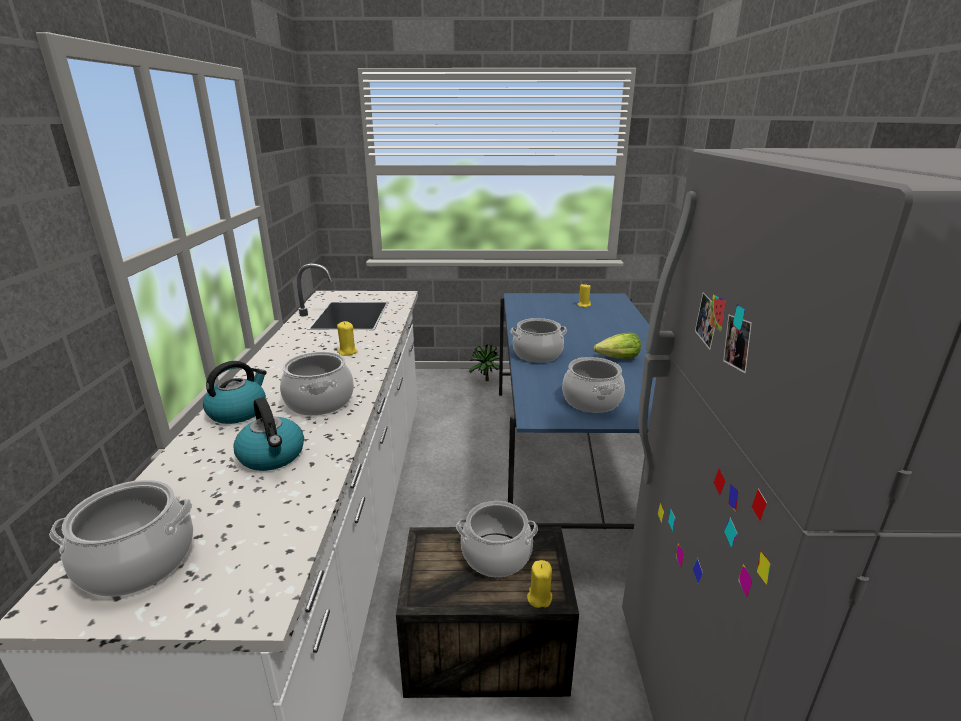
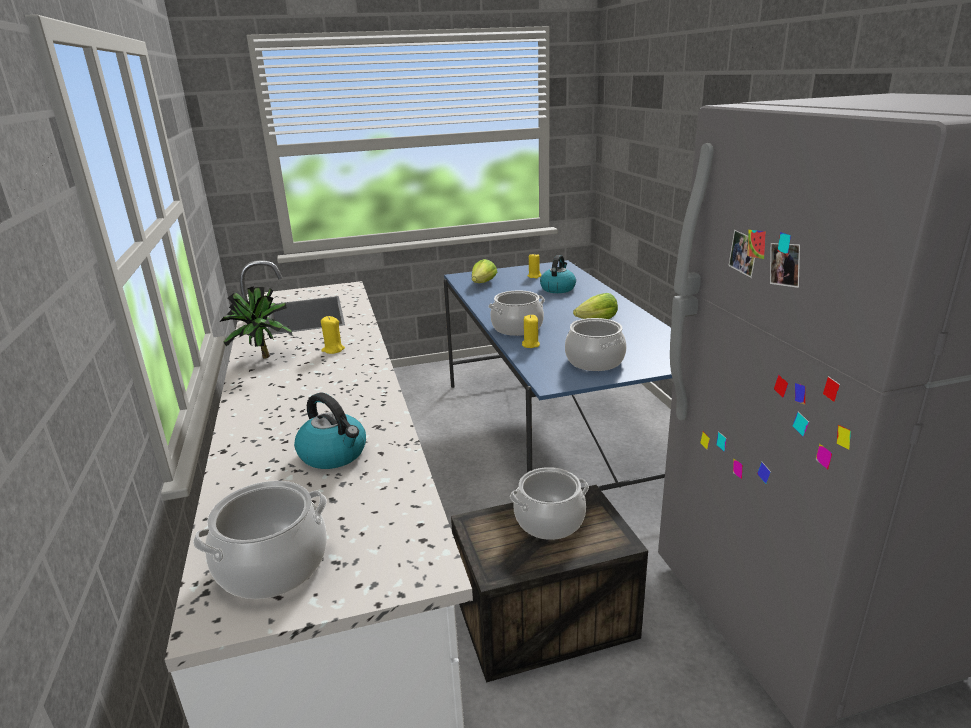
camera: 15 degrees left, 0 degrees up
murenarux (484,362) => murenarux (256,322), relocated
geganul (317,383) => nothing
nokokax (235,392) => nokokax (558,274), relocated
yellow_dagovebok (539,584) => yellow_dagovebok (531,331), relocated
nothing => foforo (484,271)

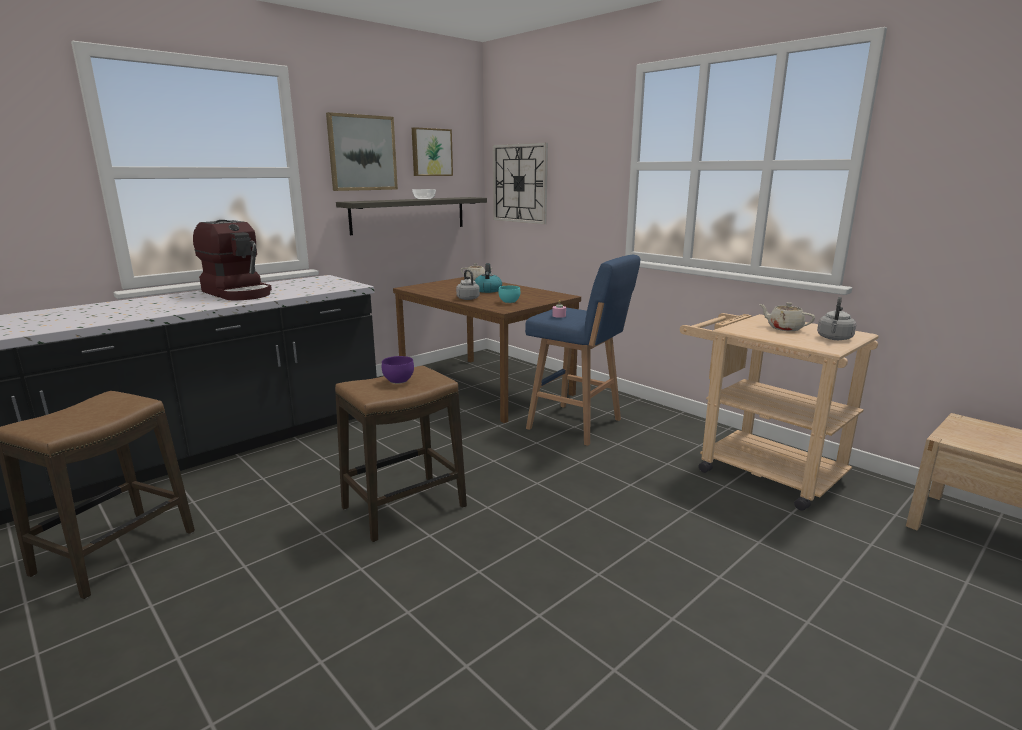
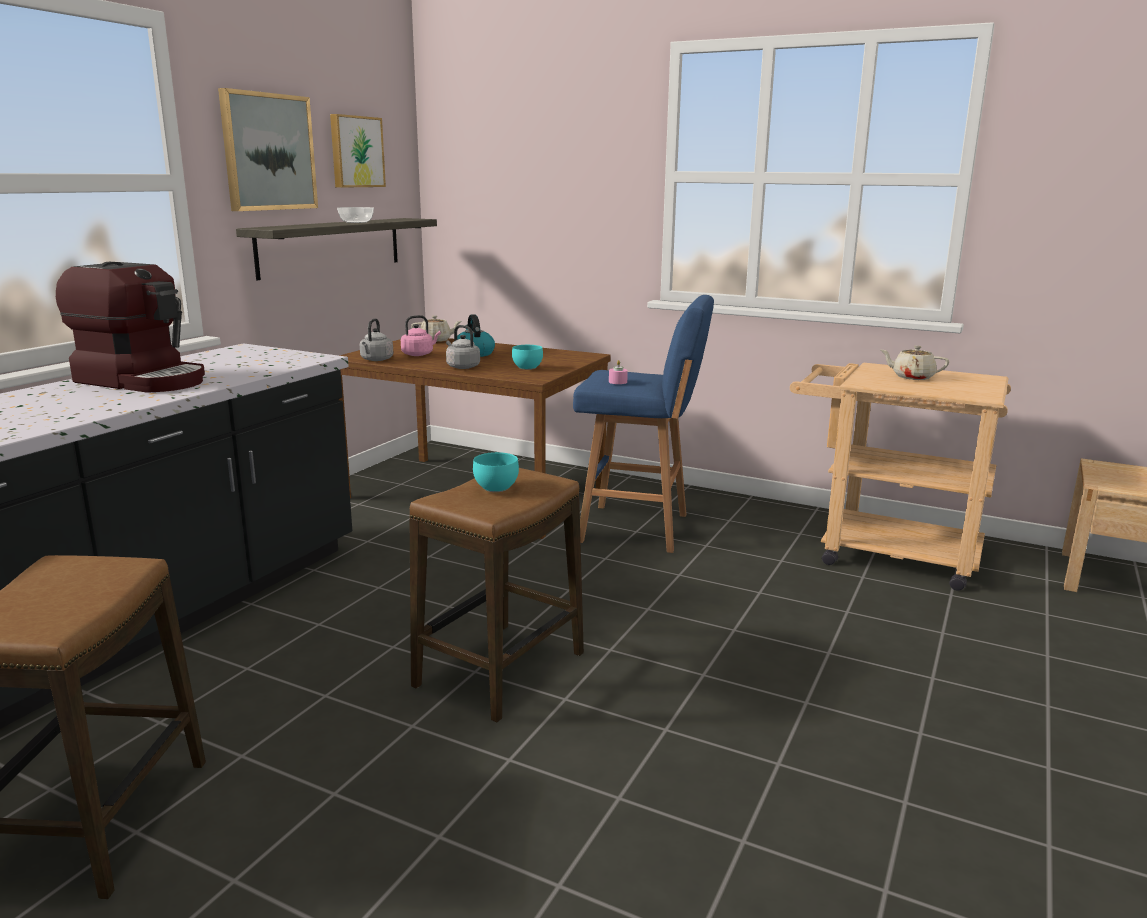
camera: 20 degrees left, 0 degrees up
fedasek (520,183) => nothing
grey_nokokax (836,318) => grey_nokokax (376,339), relocated
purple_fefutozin (398,370) => turquoise_fefutozin (496,472)
nothing => pink_nokokax (421,335)

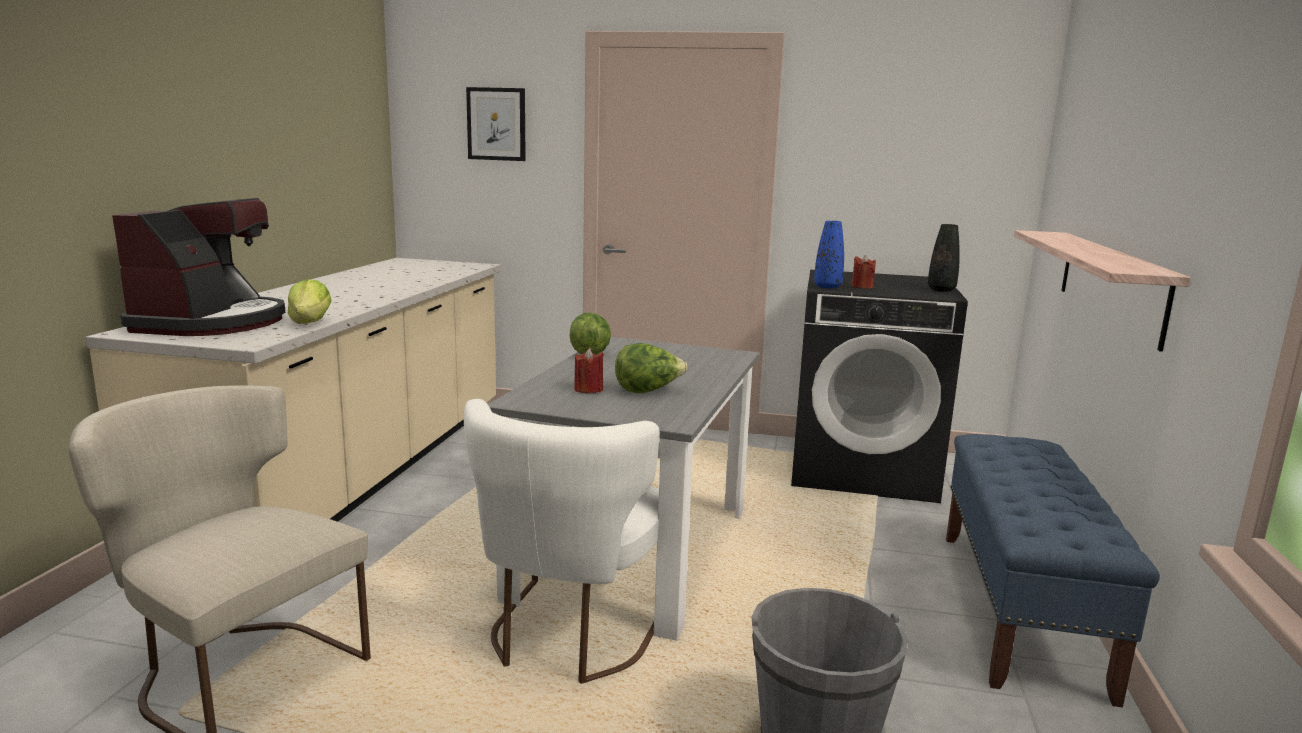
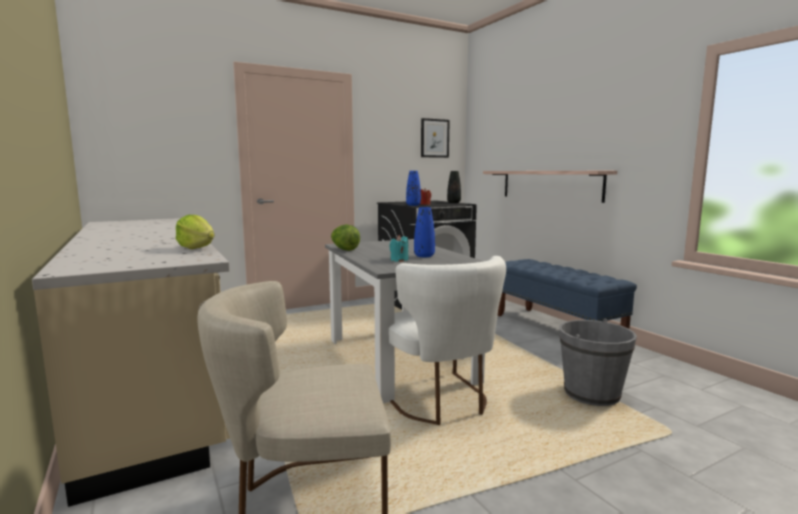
camera: 40 degrees left, 5 degrees down
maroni (496,124) => maroni (435,138), relocated
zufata (198,267) => nothing
foforo (651,368) => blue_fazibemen (424,232)
red_dagovebok (589,370) => turquoise_dagovebok (399,248)

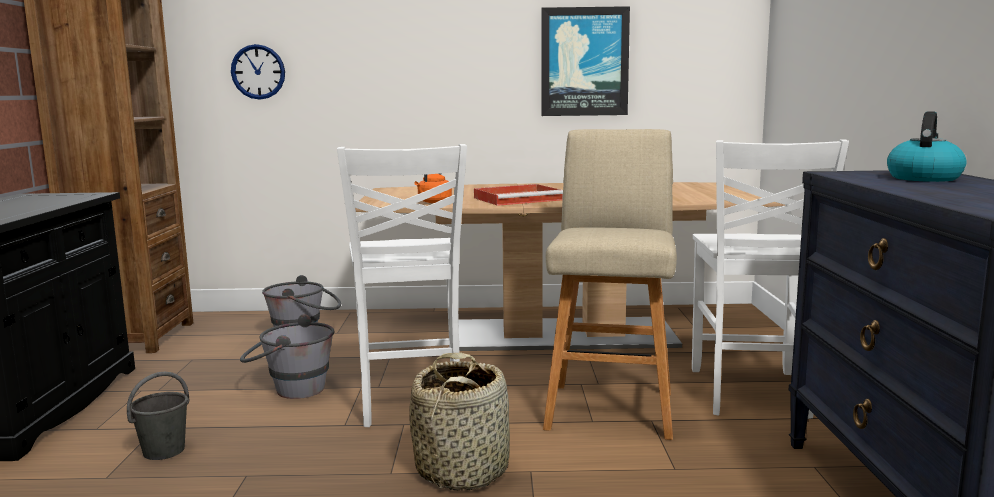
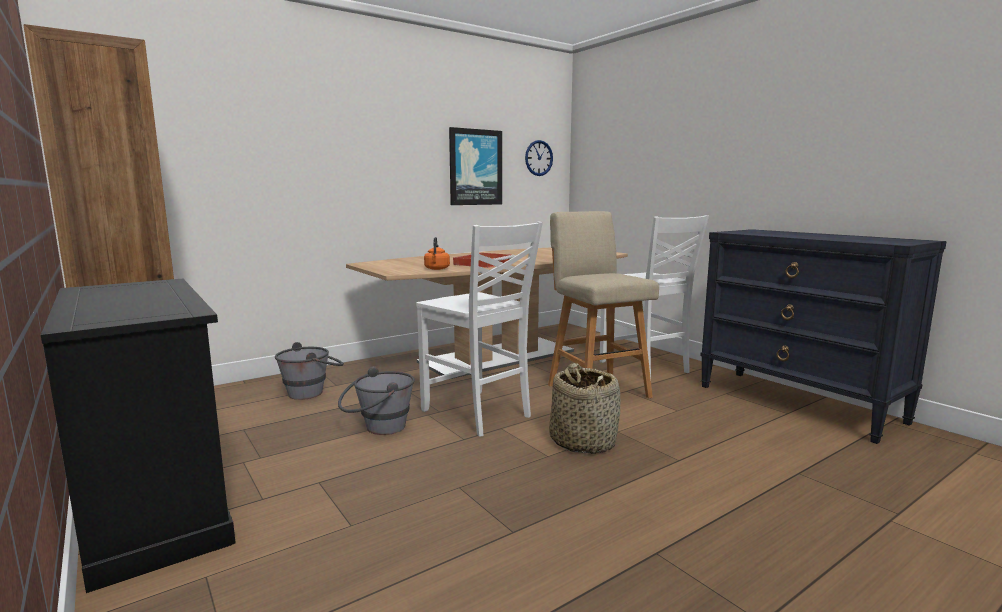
camera: 35 degrees left, 0 degrees up
fedasek (258,72) => fedasek (539,158), relocated
nokokax (926,147) => nothing
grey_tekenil (158,416) => nothing

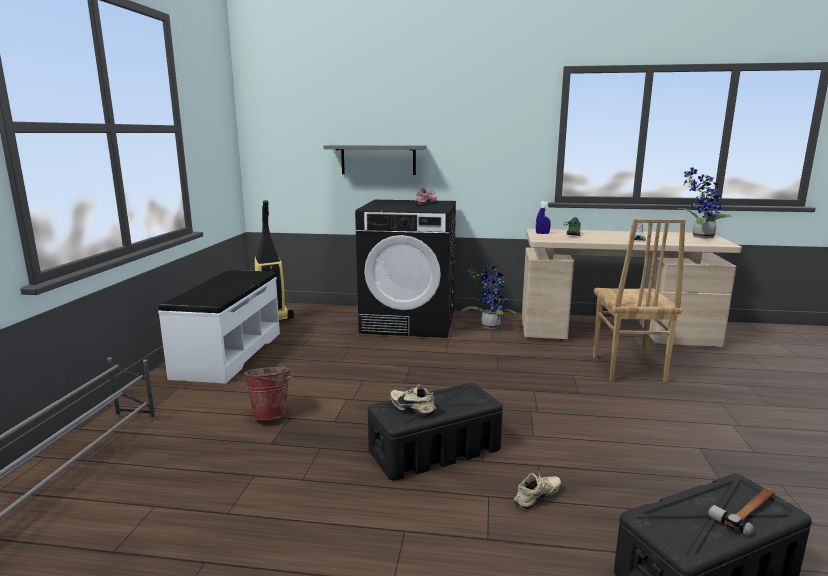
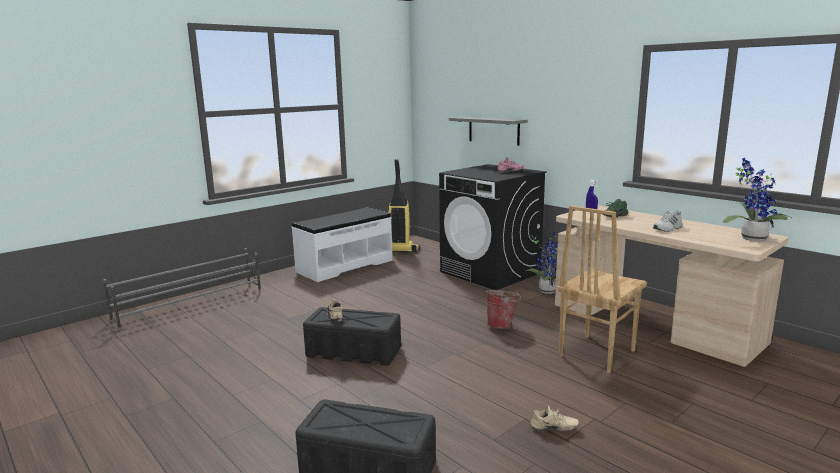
camera: 40 degrees right, 0 degrees up
tekenil (268,392) => tekenil (503,309), relocated
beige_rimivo (537,490) => beige_rimivo (554,418), relocated
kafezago (741,512) => nothing

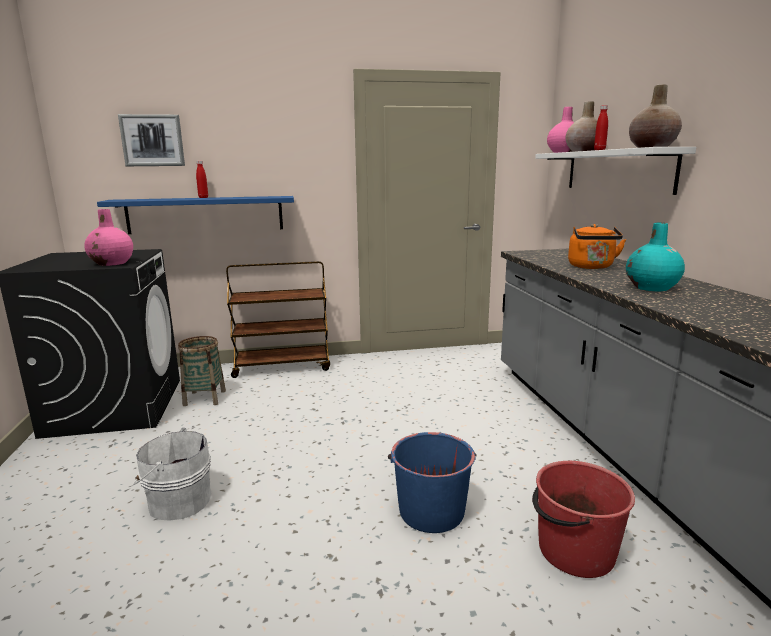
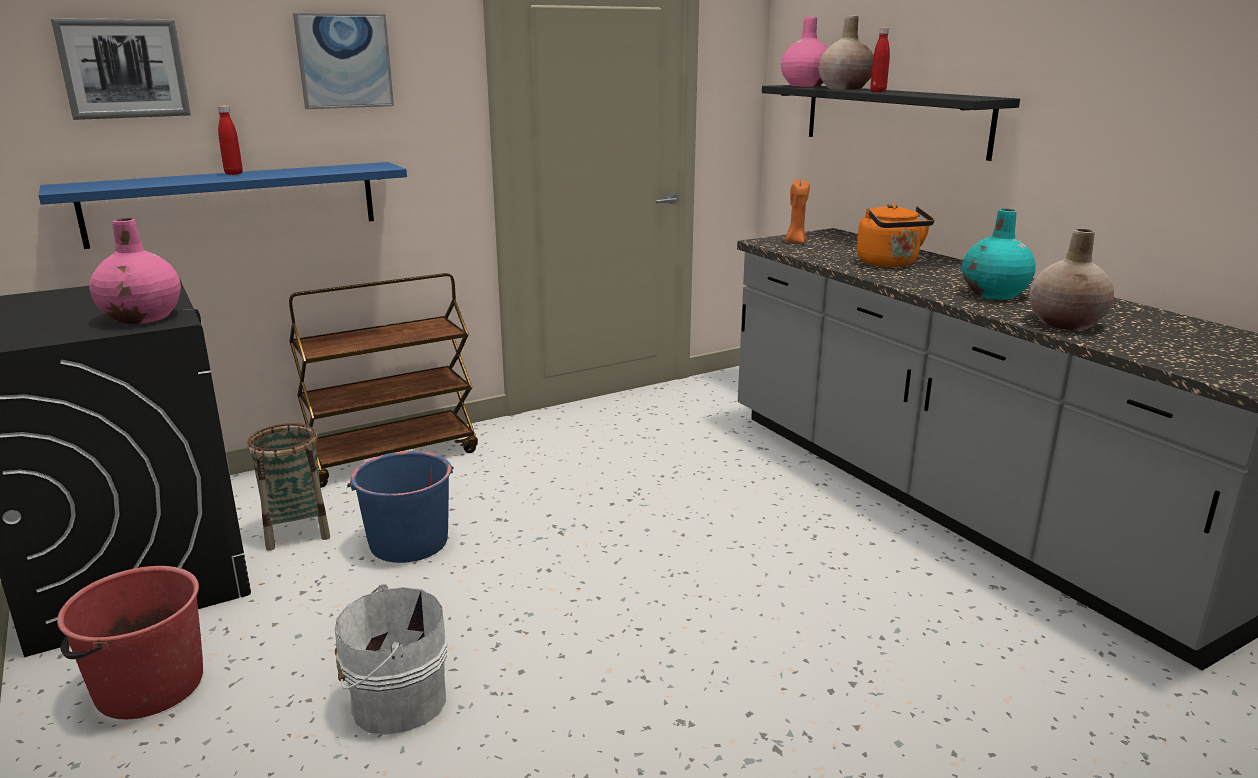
camera: 20 degrees left, 5 degrees up
beige_fazibemen (655,116) => beige_fazibemen (1071,279), relocated
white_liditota (615,171) => black_liditota (891,123)
blue_tekenil (432,482) => blue_tekenil (400,507), relocated
red_tekenil (583,519) => red_tekenil (130,642), relocated
nothing => maroni (343,61)
nothing => orange_dagovebok (797,211)

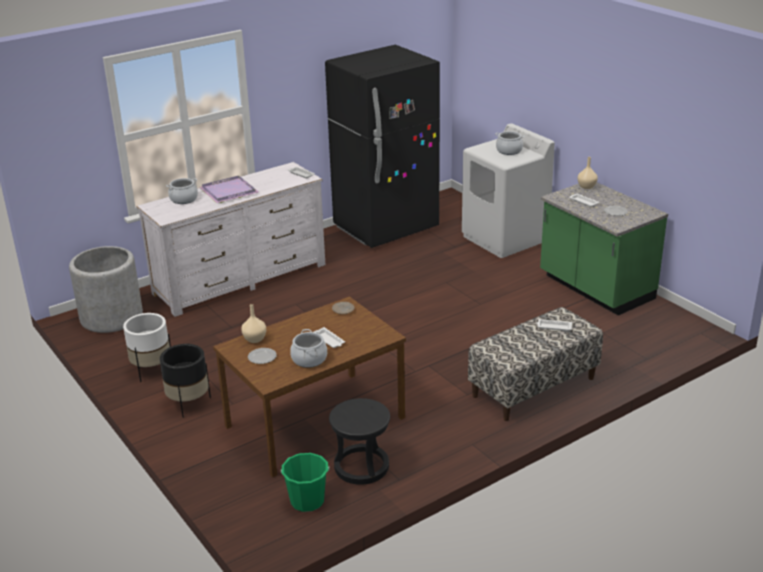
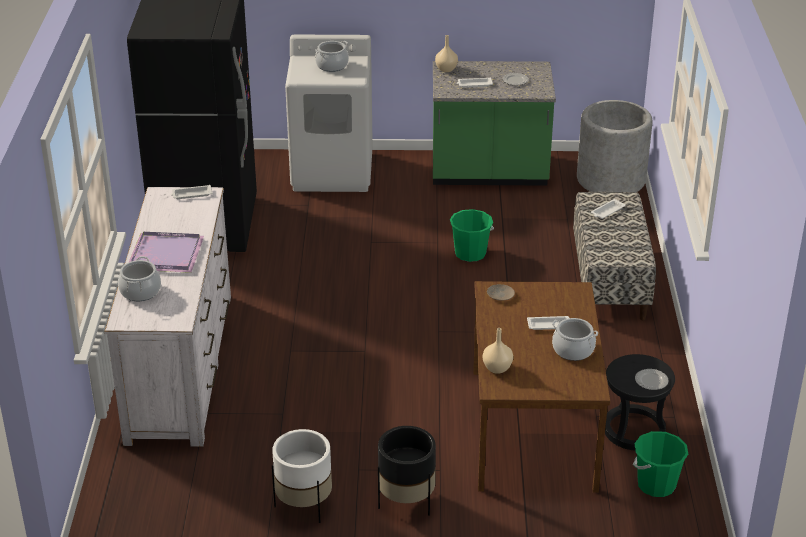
camera: 55 degrees left, 5 degrees up
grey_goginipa (106,289) => grey_goginipa (615,146), relocated
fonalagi (262,356) => fonalagi (651,379), relocated
nothing => green_tekenil (472,235)

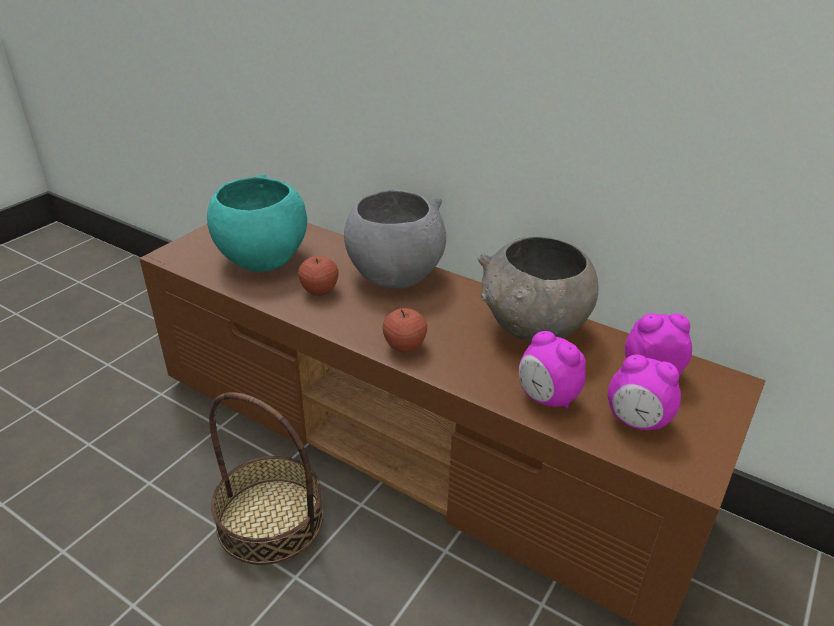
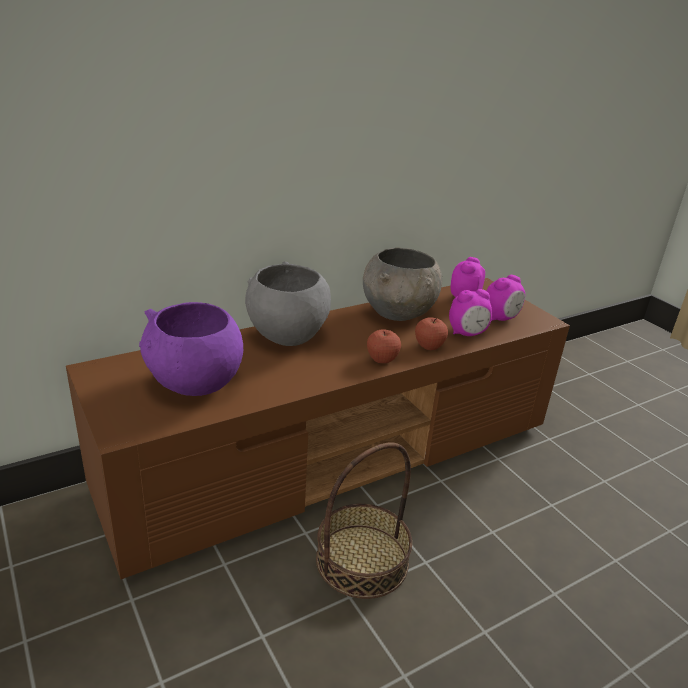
camera: 65 degrees left, 5 degrees down
turquoise_fefutozin (257,223) => purple_fefutozin (191,349)
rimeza (318,276) => rimeza (431,333), relocated

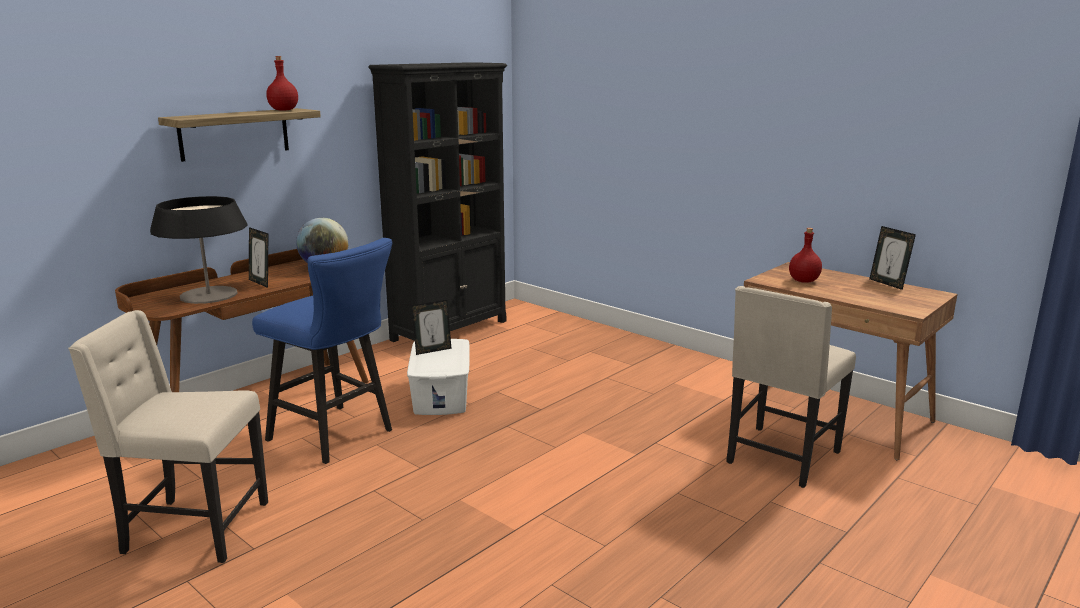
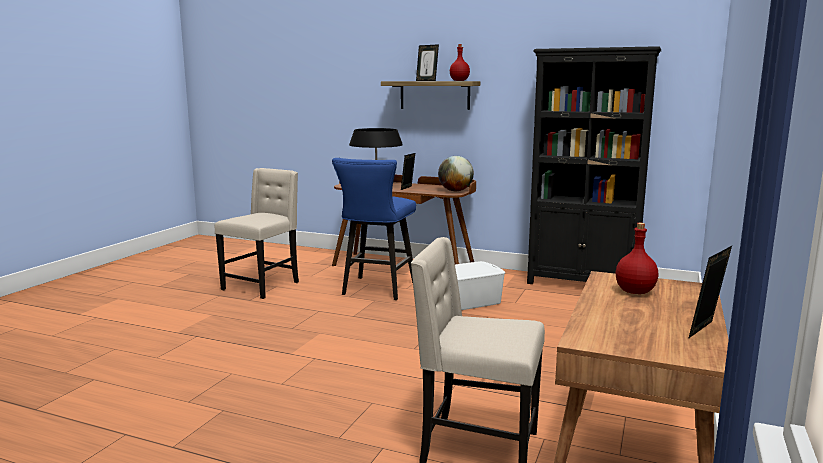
camera: 70 degrees right, 5 degrees down
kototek (432,327) => kototek (427,62), relocated
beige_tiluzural (168,436) => beige_tiluzural (257,233), 45 degrees clockwise

